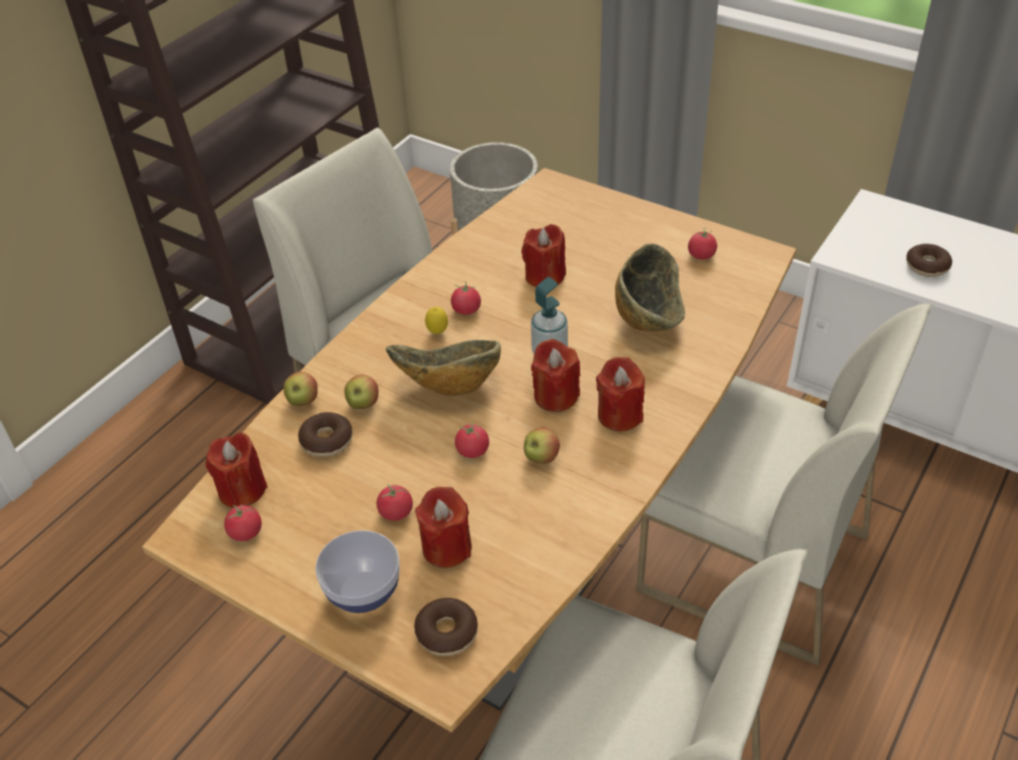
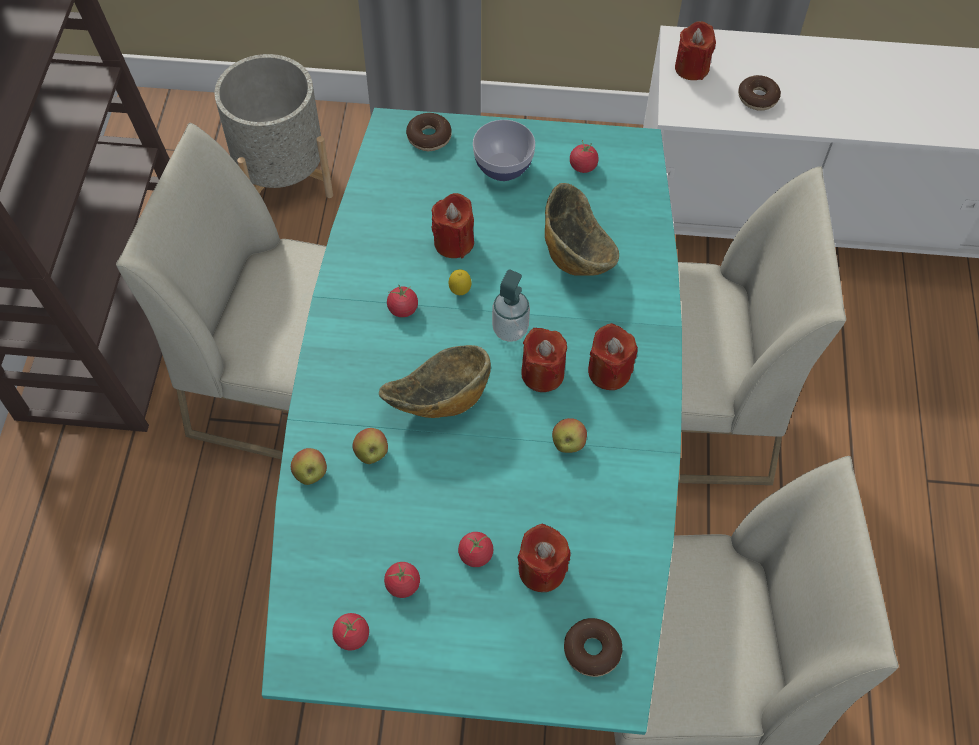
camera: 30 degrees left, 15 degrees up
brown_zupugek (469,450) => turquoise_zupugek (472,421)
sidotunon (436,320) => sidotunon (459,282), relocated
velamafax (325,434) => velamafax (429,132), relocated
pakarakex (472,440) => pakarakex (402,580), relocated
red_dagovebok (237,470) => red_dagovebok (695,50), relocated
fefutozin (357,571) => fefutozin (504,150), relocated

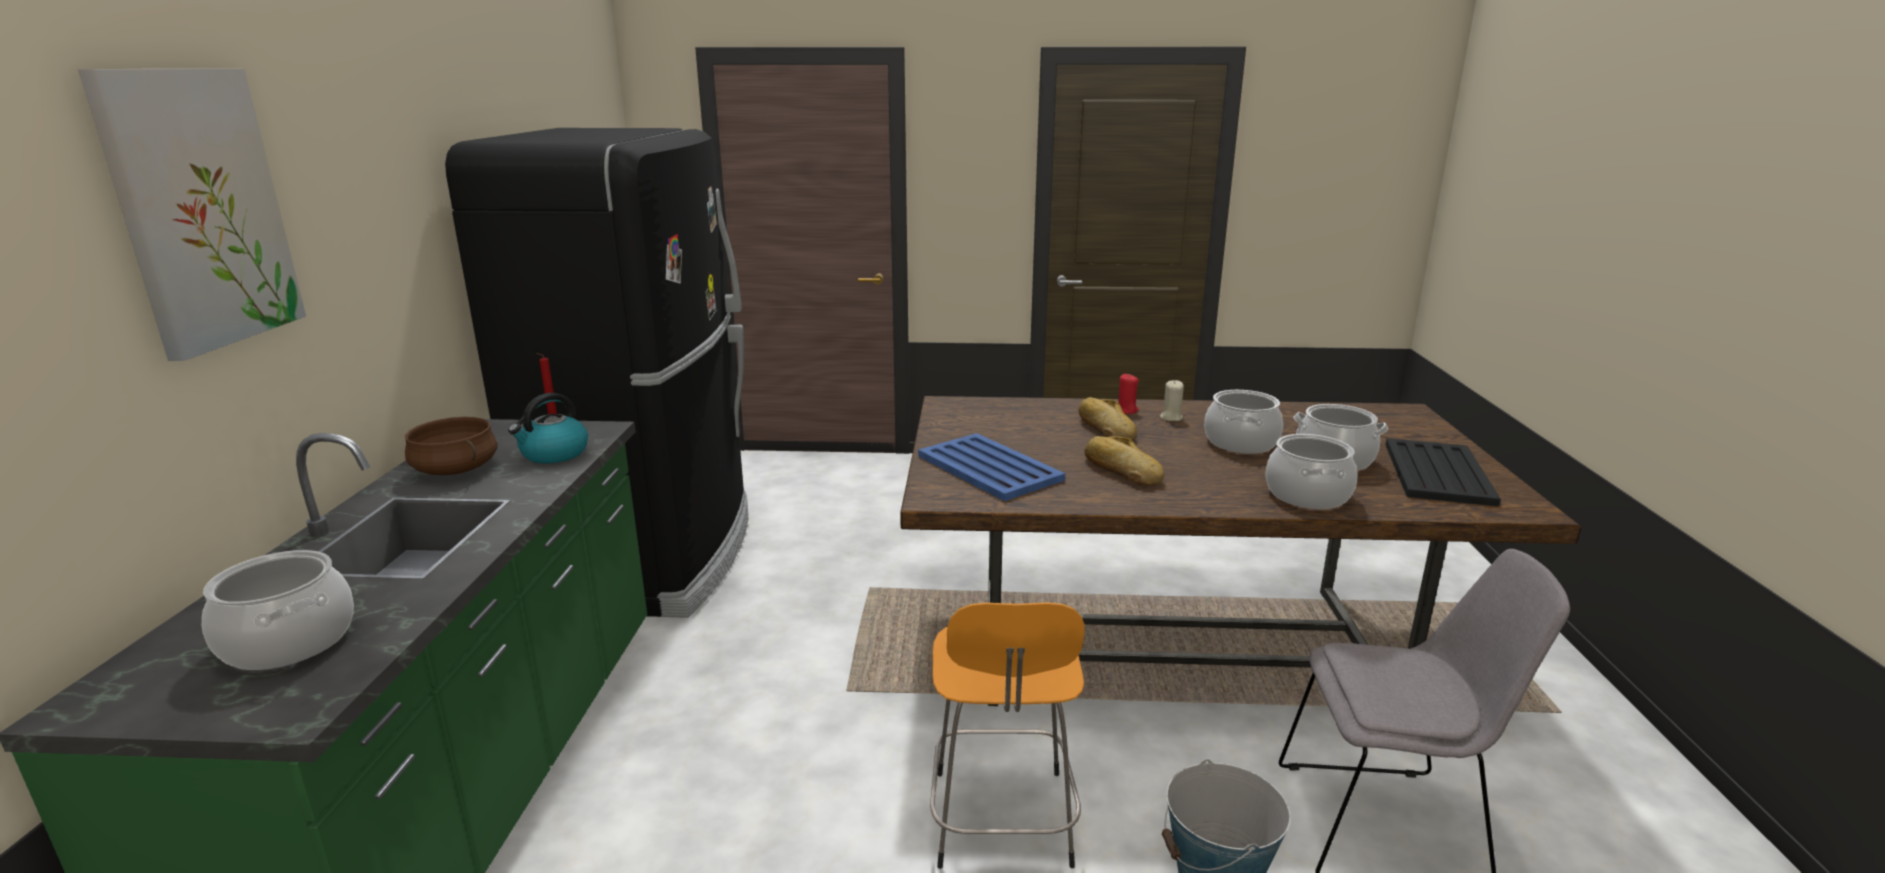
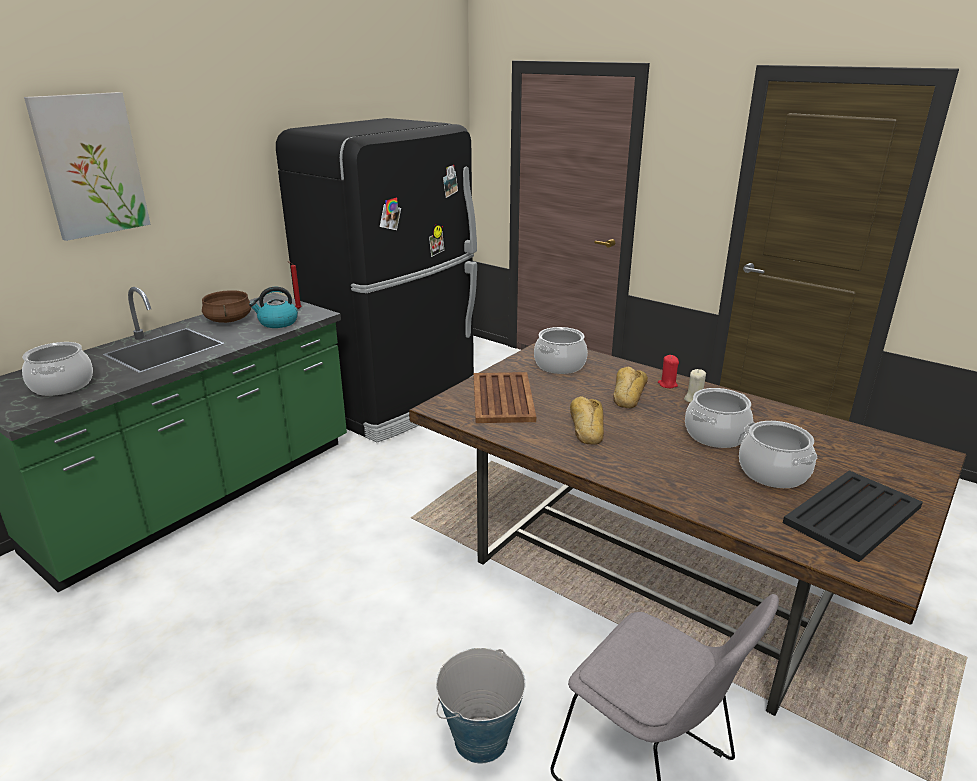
camera: 35 degrees right, 5 degrees up
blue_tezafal (991,467) => brown_tezafal (505,397)
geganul (1311,471) => geganul (561,350), relocated
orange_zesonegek (1007,736) => nothing

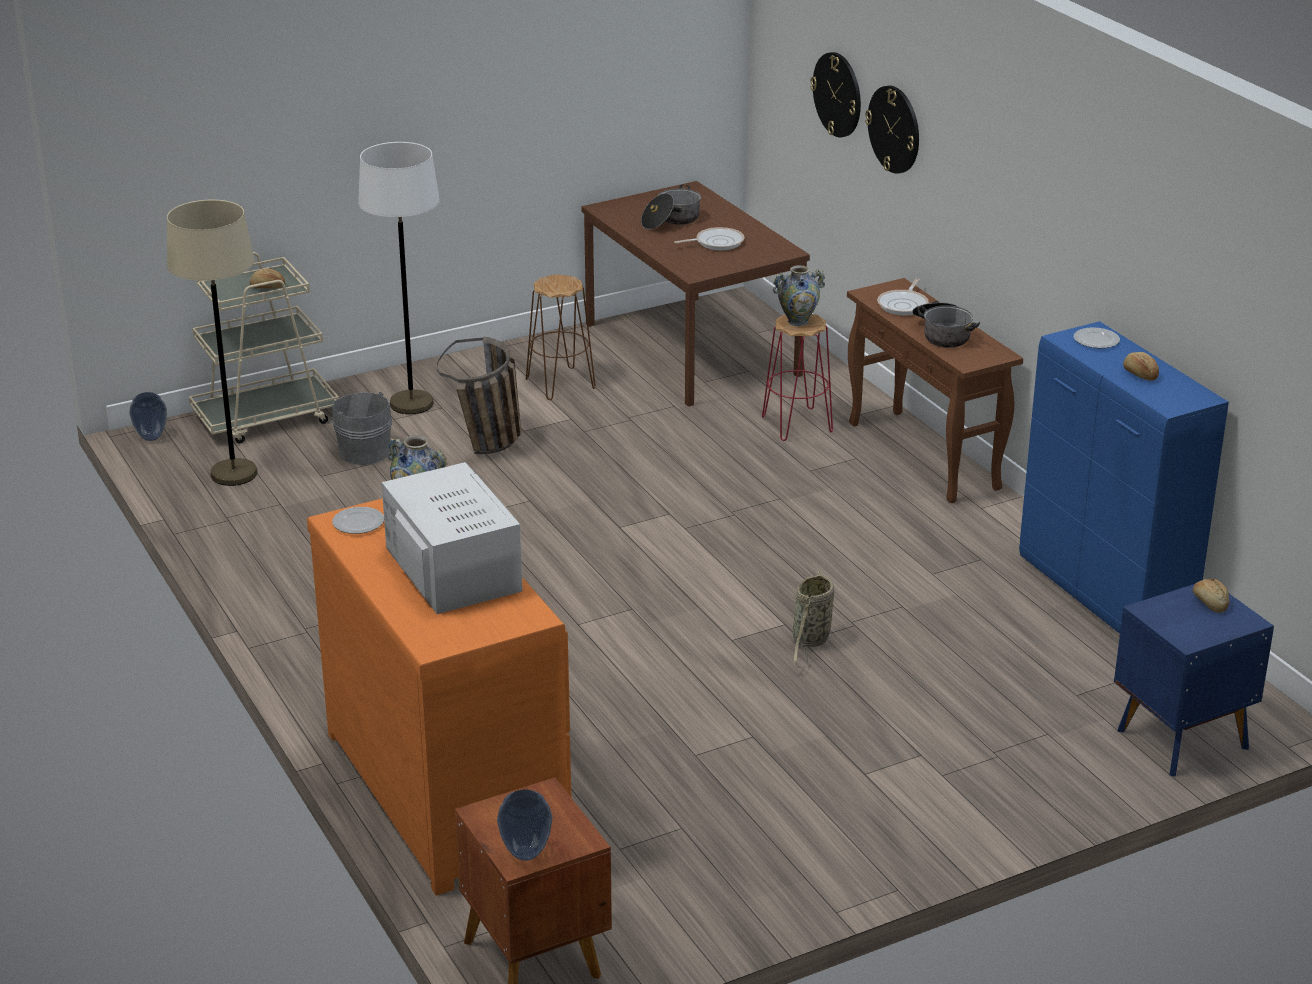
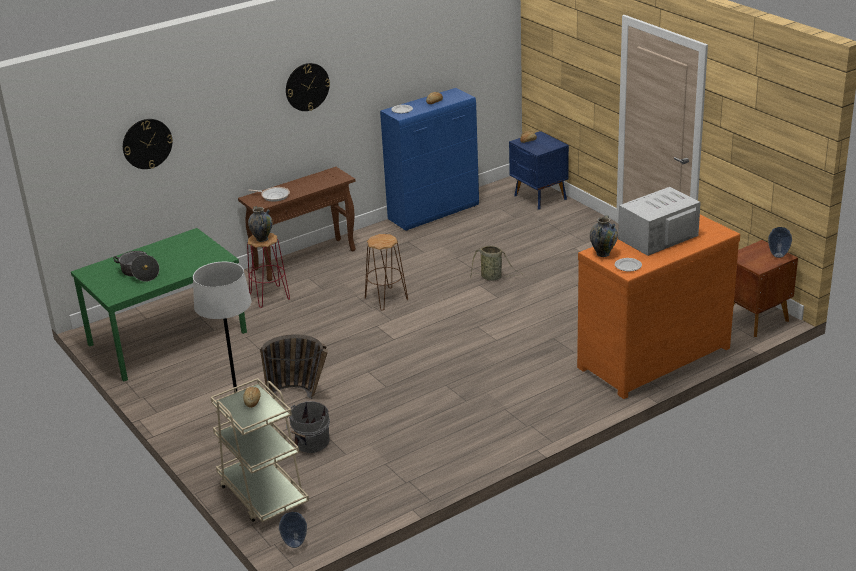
camera: 95 degrees left, 0 degrees up
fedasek (892,129) => fedasek (308,87), relocated
brown_zupugek (695,294) => green_zupugek (159,304)
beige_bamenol (212,342) => nothing
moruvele (709,238) => nothing
brown_zesonegek (561,337) => brown_zesonegek (386,272), relocated
geganul (946,324) => nothing

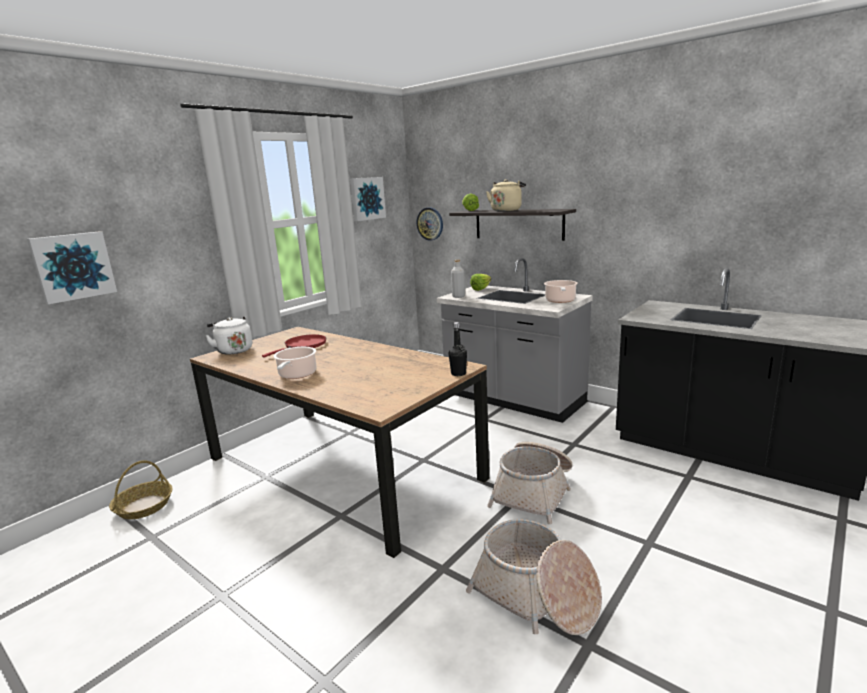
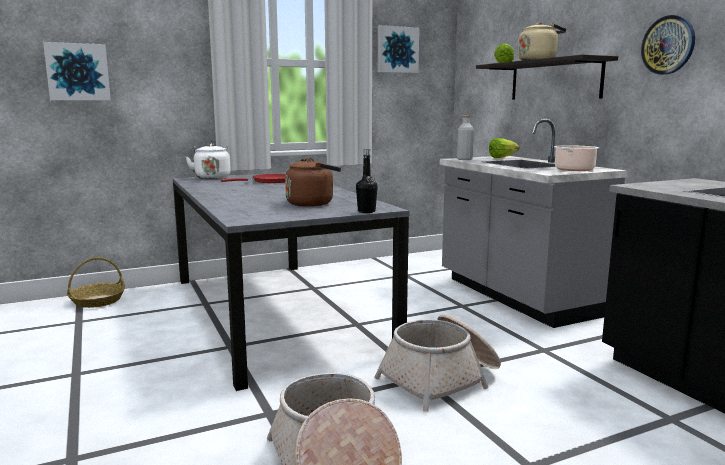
camera: 25 degrees right, 5 degrees down
fedasek (430,224) => fedasek (668,45), relocated
brown_zupugek (339,442) => grey_zupugek (291,281)
geganul (295,363) => nothing
nothing => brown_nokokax (313,182)

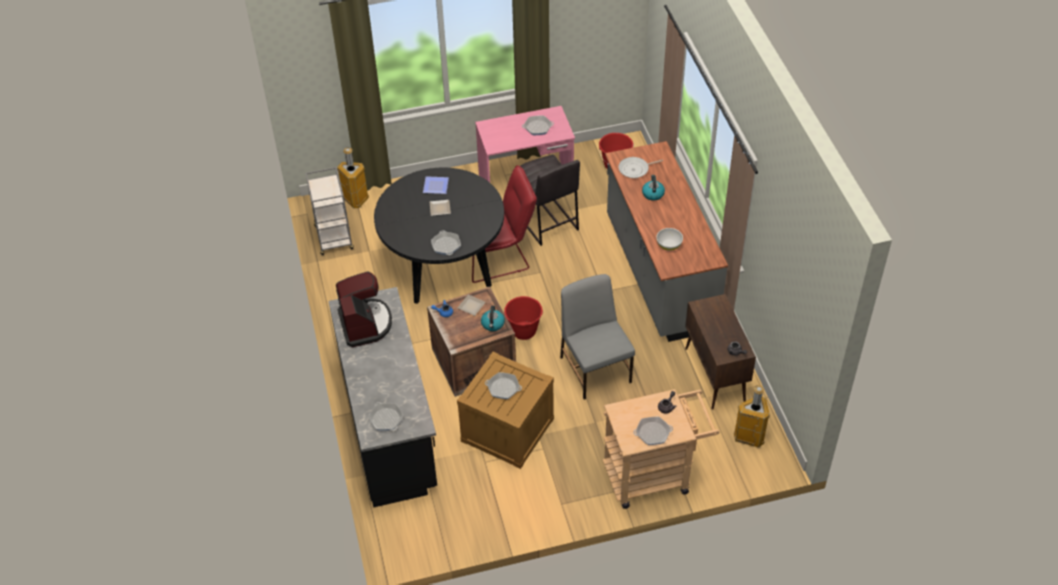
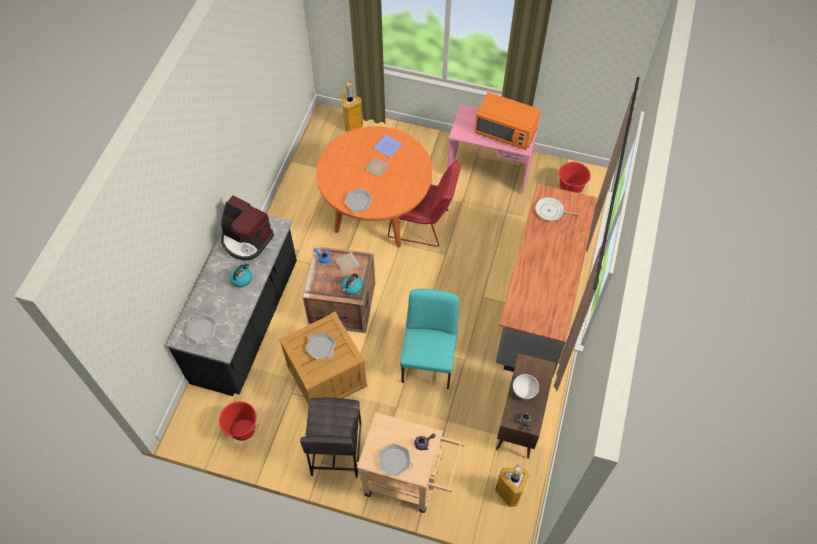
camera: 30 degrees right, 10 degrees up
moruvele (538,125) => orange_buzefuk (507,121)
grey_zesonegek (546,200) => grey_zesonegek (331,437), relocated
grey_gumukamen (329,211) => nothing
black_zupugek (439,235) => orange_zupugek (374,186)
nokokax (653,188) => nokokax (241,274), relocated
white_fefutozin (669,239) => white_fefutozin (526,386), relocated
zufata (364,309) => zufata (247,228), 105 degrees clockwise
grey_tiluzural (597,337) => turquoise_tiluzural (429,339)
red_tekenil (523,318) => red_tekenil (238,421), relocated

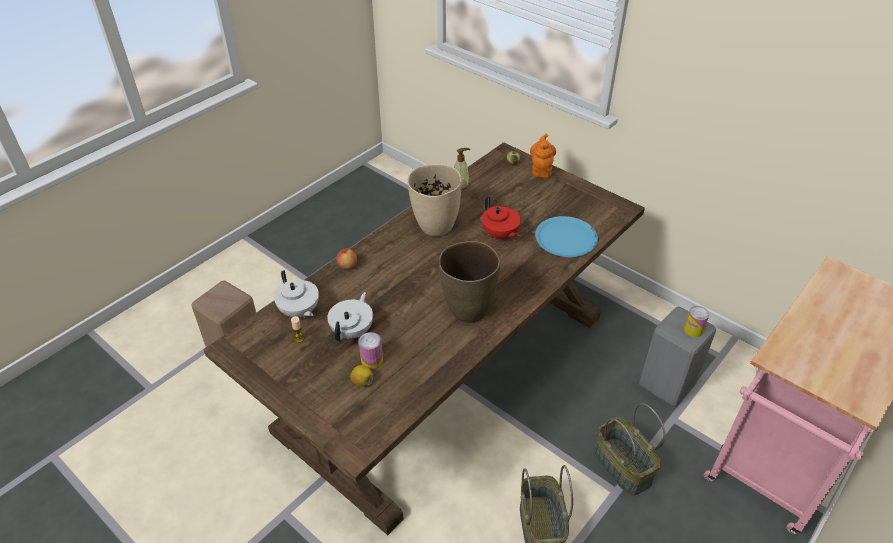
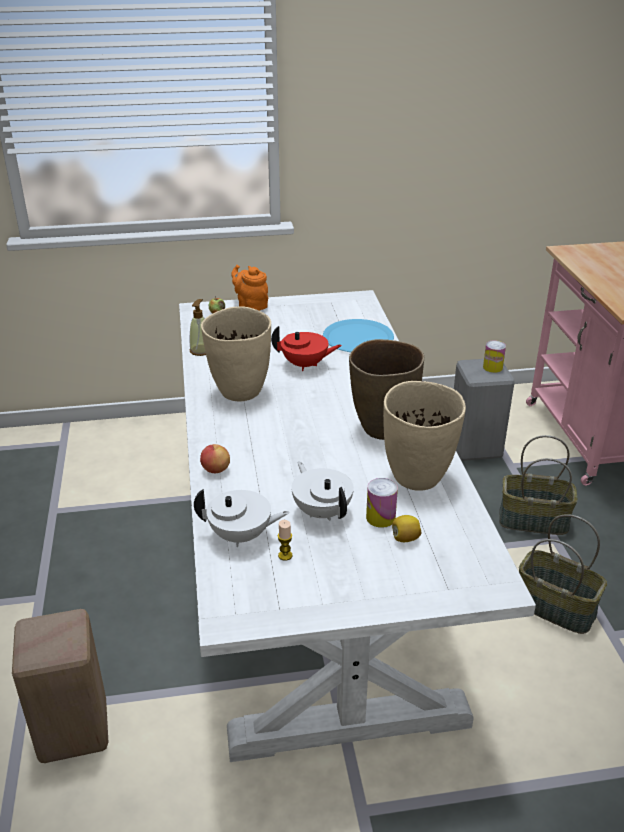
camera: 50 degrees left, 10 degrees down
brown_zupugek (424,338) => white_zupugek (357,526)
nothing => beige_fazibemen (424,436)

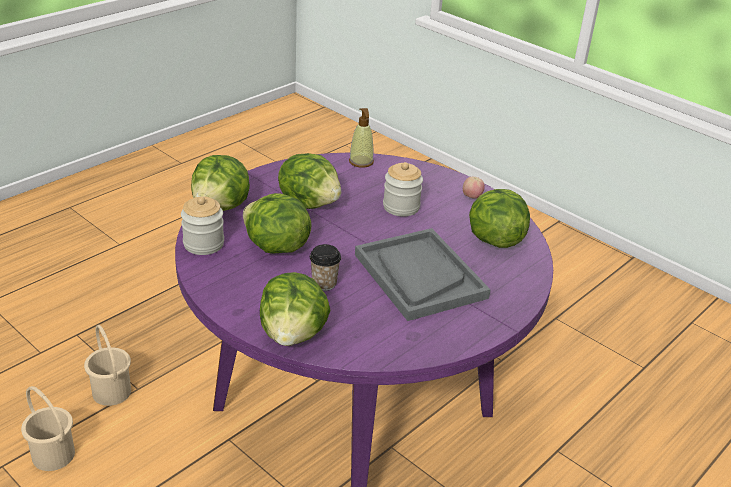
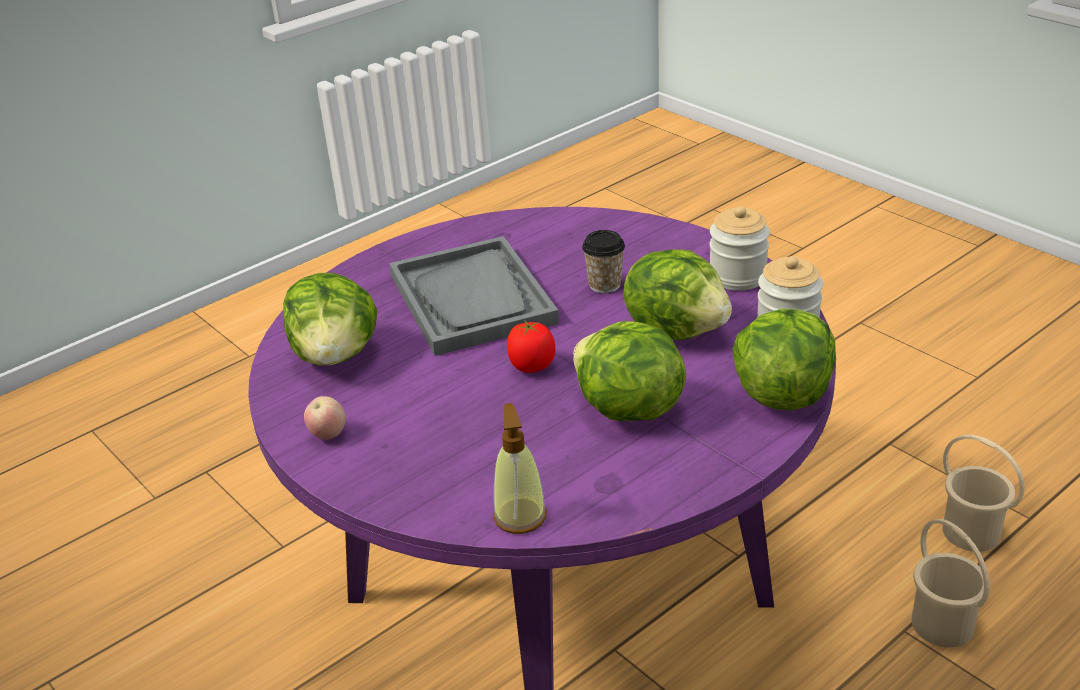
camera: 170 degrees left, 0 degrees up
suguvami (403,189) => suguvami (740,248), relocated
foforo (295,309) => nothing
nothing => pakarakex (531,346)

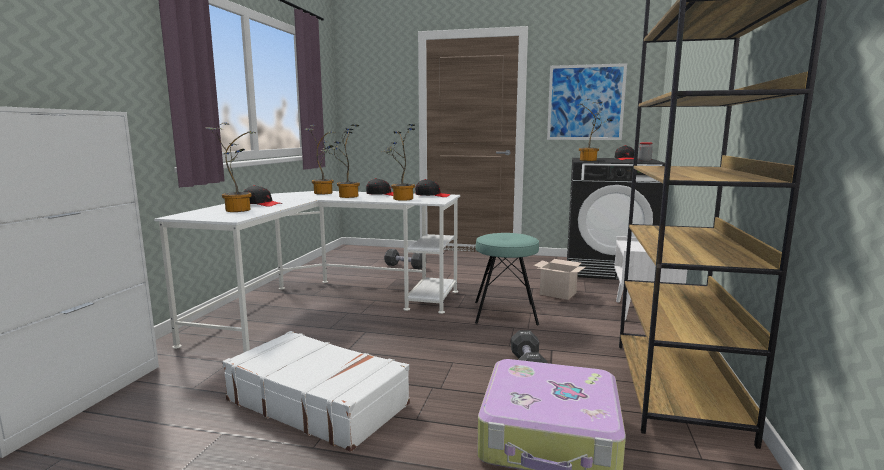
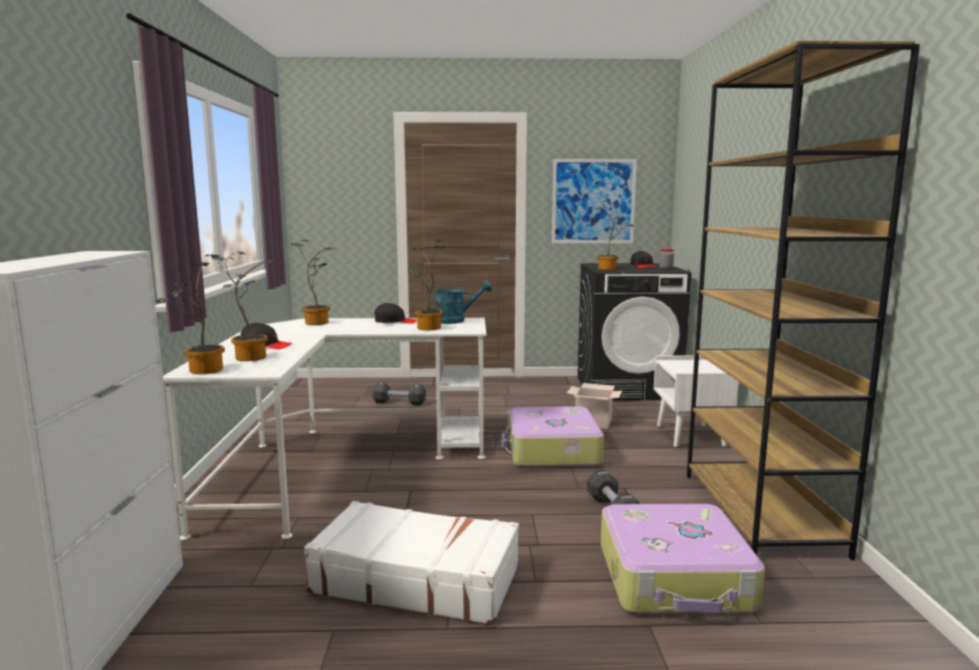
camera: 15 degrees left, 0 degrees up
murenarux (340,161) => murenarux (190,314), relocated
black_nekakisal (433,188) => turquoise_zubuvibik (459,302)
turquoise_zesonegek (507,279) => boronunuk (552,436)

